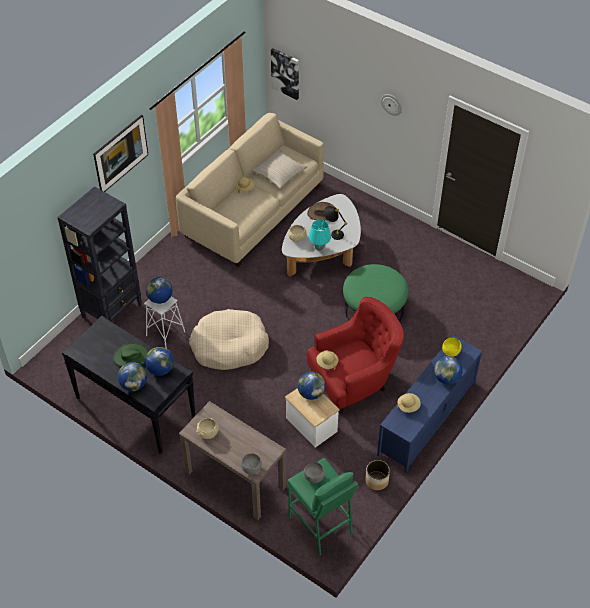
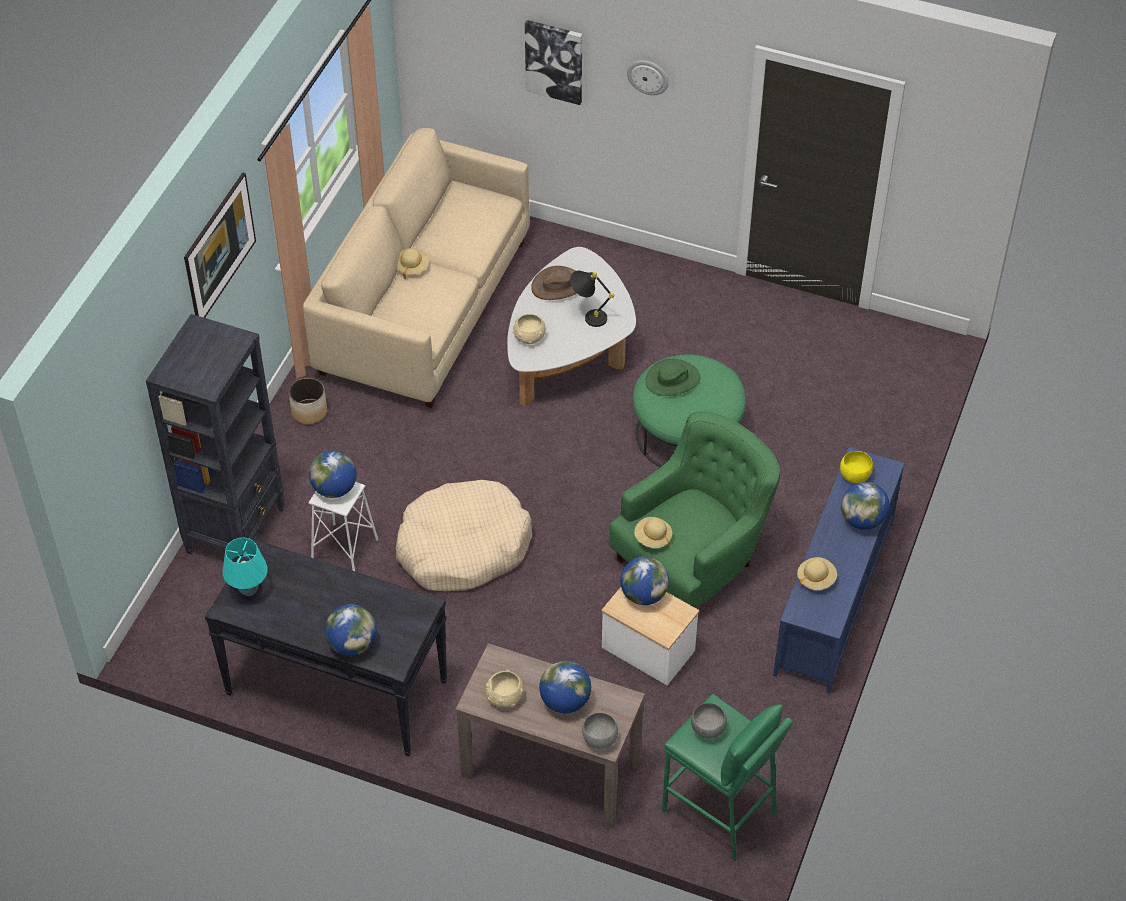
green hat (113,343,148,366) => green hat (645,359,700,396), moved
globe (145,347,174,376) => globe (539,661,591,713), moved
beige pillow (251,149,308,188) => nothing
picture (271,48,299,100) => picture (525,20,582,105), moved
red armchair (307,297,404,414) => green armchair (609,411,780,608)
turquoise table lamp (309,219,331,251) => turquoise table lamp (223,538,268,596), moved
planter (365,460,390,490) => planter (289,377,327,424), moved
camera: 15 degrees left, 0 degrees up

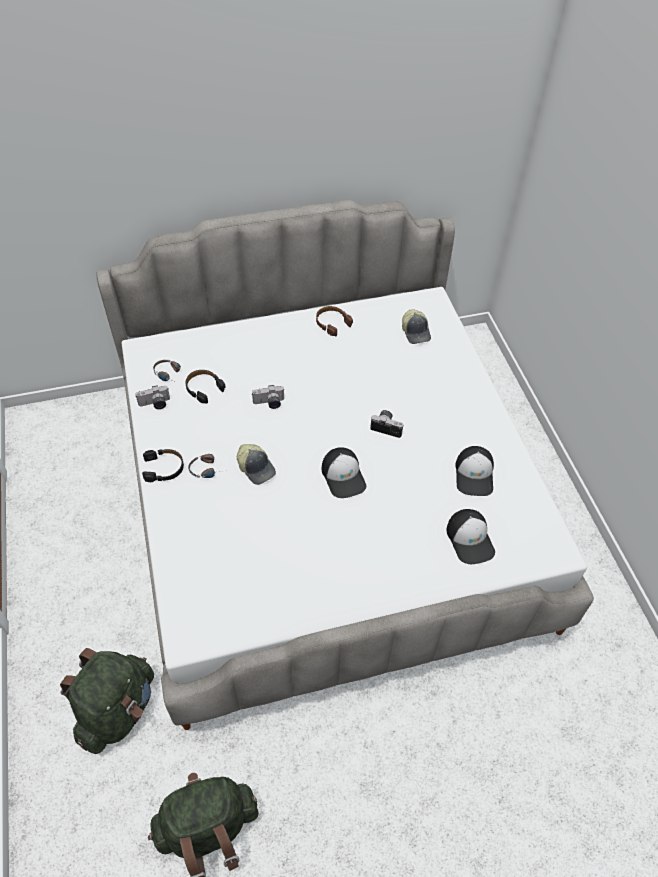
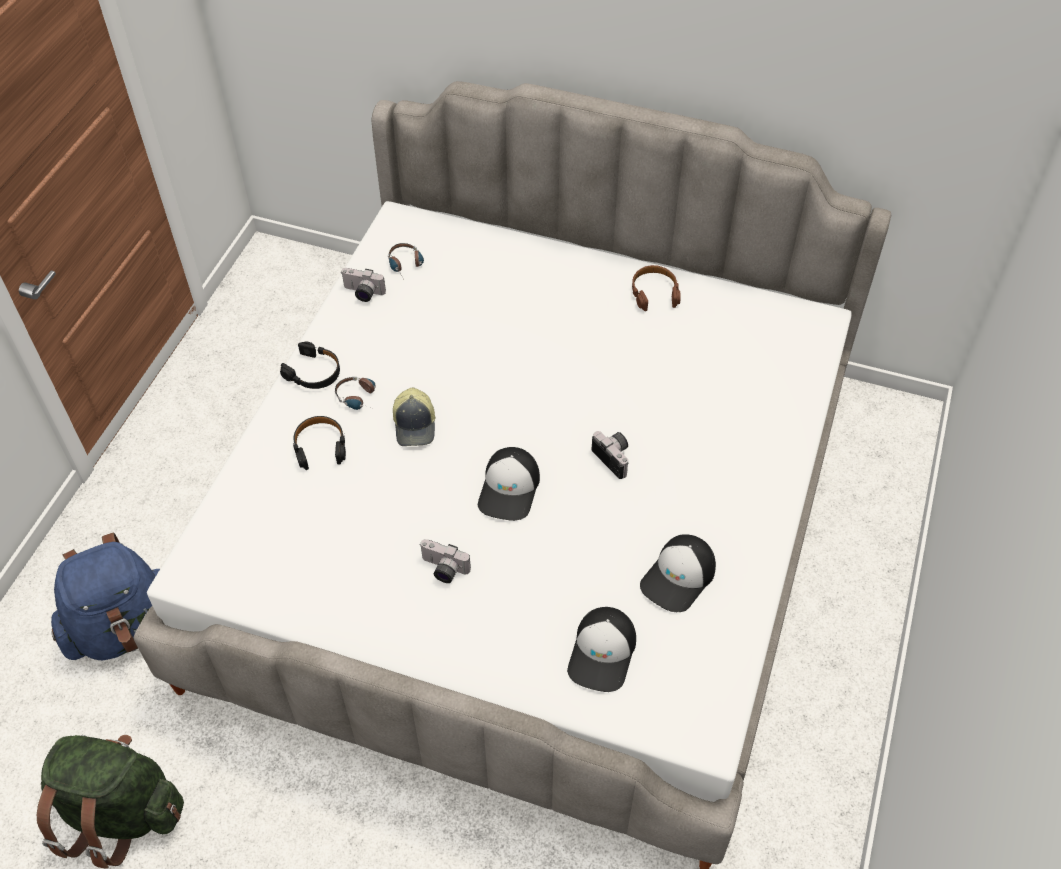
green backpack (60,648,154,754) => blue backpack (51,532,160,660)
black headphones (185,370,226,404) => black headphones (293,416,346,470), moved
photo camera (252,385,284,409) => photo camera (419,539,471,583), moved
cap (402,309,431,344) => nothing
camera: 35 degrees right, 0 degrees up

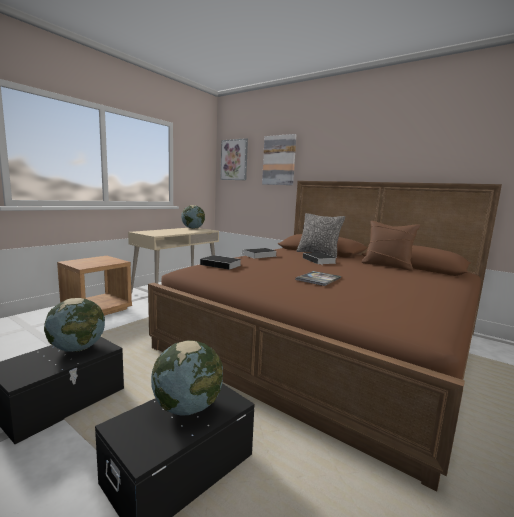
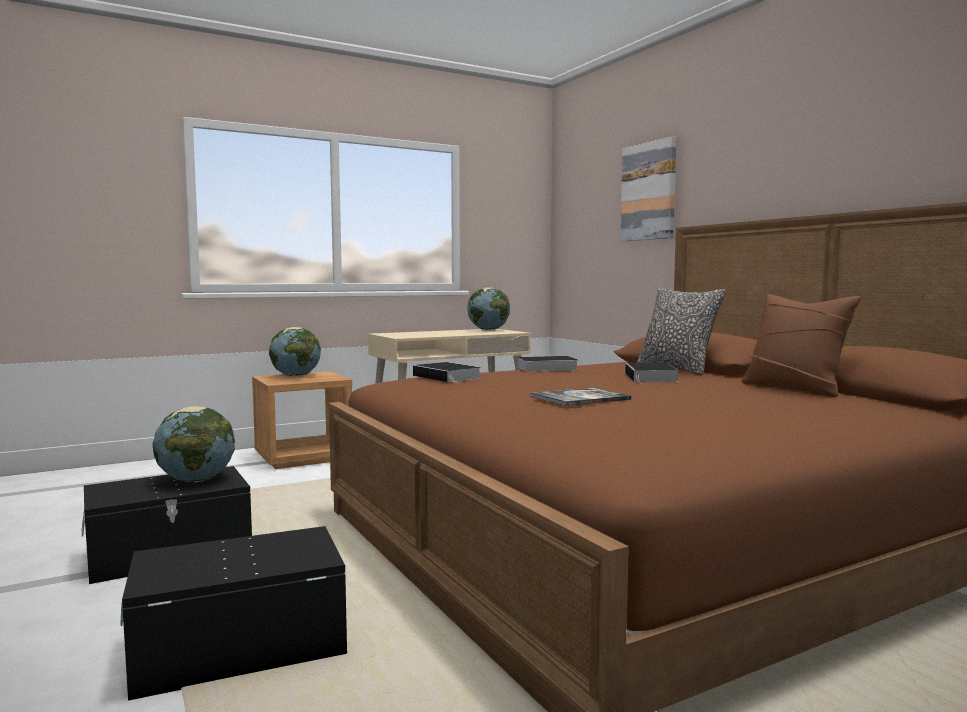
globe (151,340,223,416) => globe (269,327,321,377), moved
picture (220,138,248,180) => nothing
camera: 25 degrees right, 5 degrees down

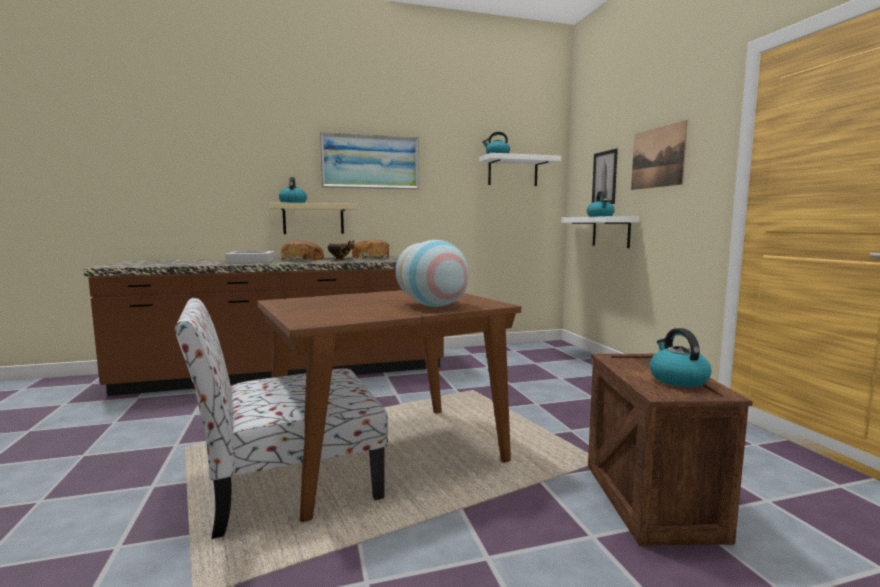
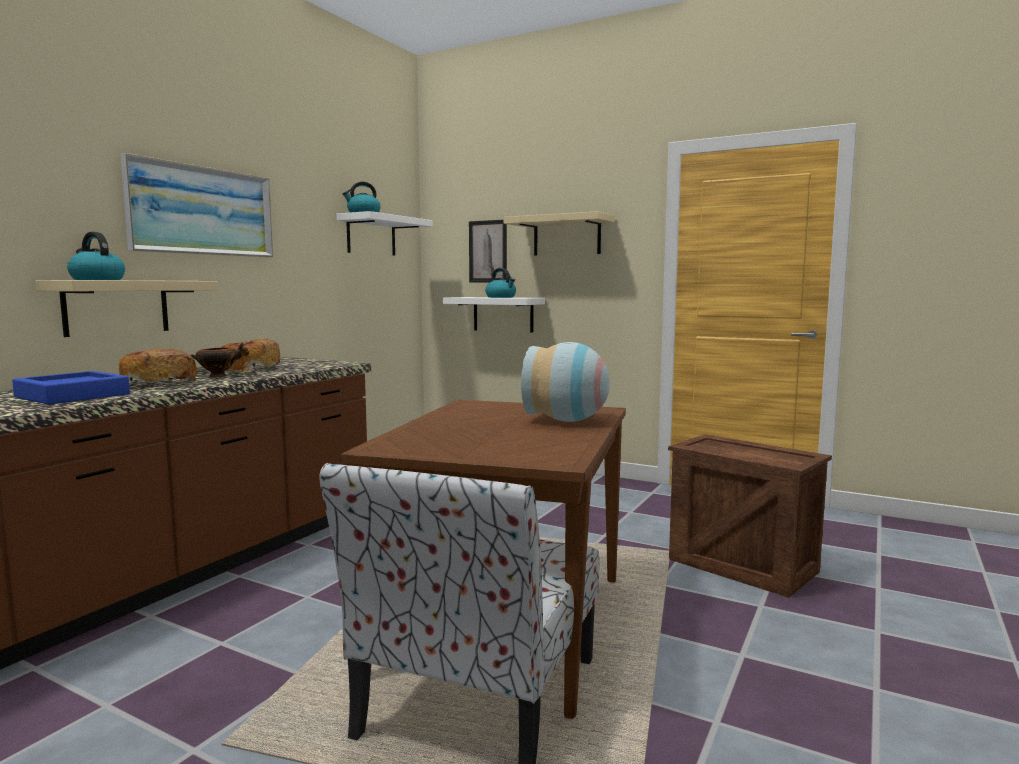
grey tray (226,251,275,264) => blue tray (12,371,130,405)
picture (631,120,688,190) => beige shelf (504,211,614,256)
kettle (650,328,711,387) => nothing
camera: 45 degrees left, 0 degrees up

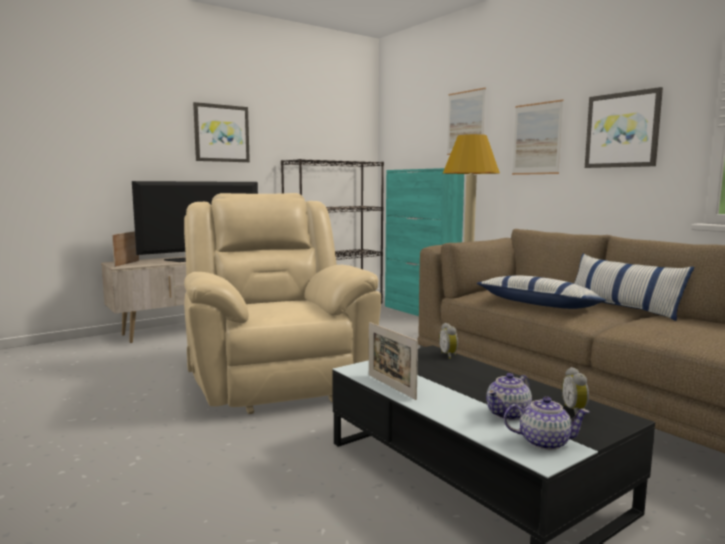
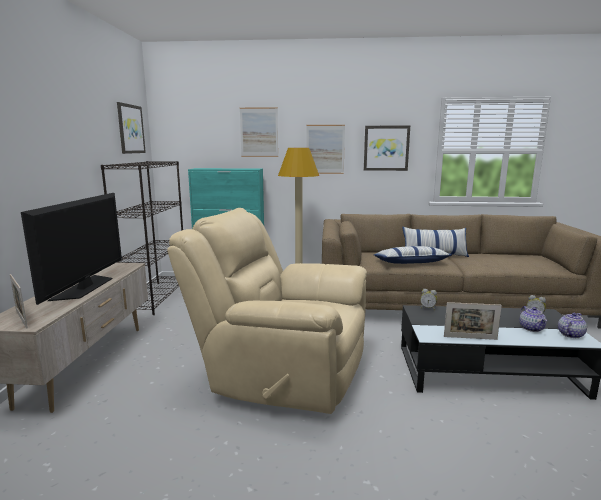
picture (193,102,250,162) => picture (117,102,146,154), moved
camera: 50 degrees left, 5 degrees up

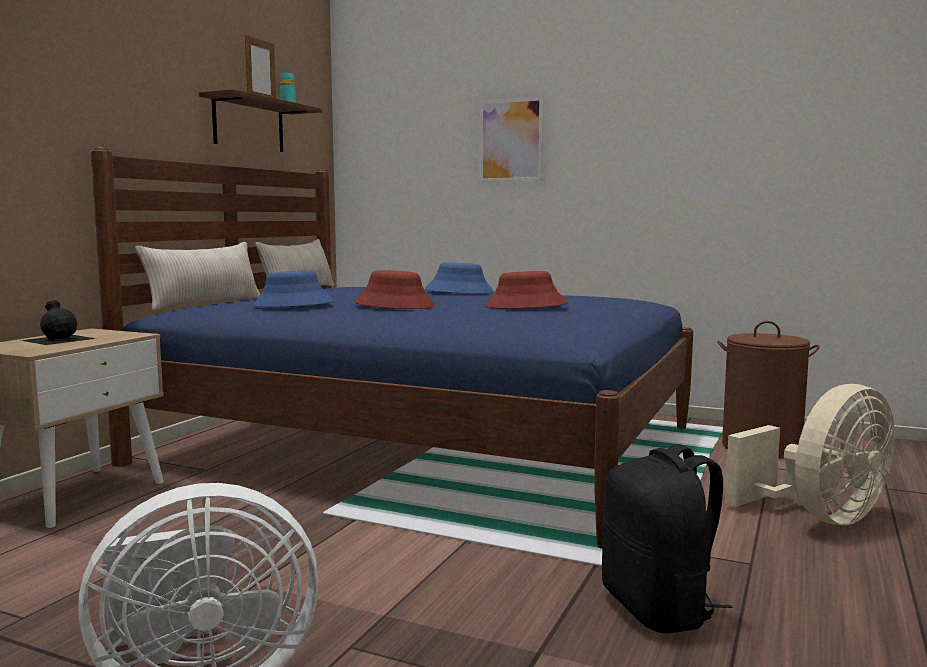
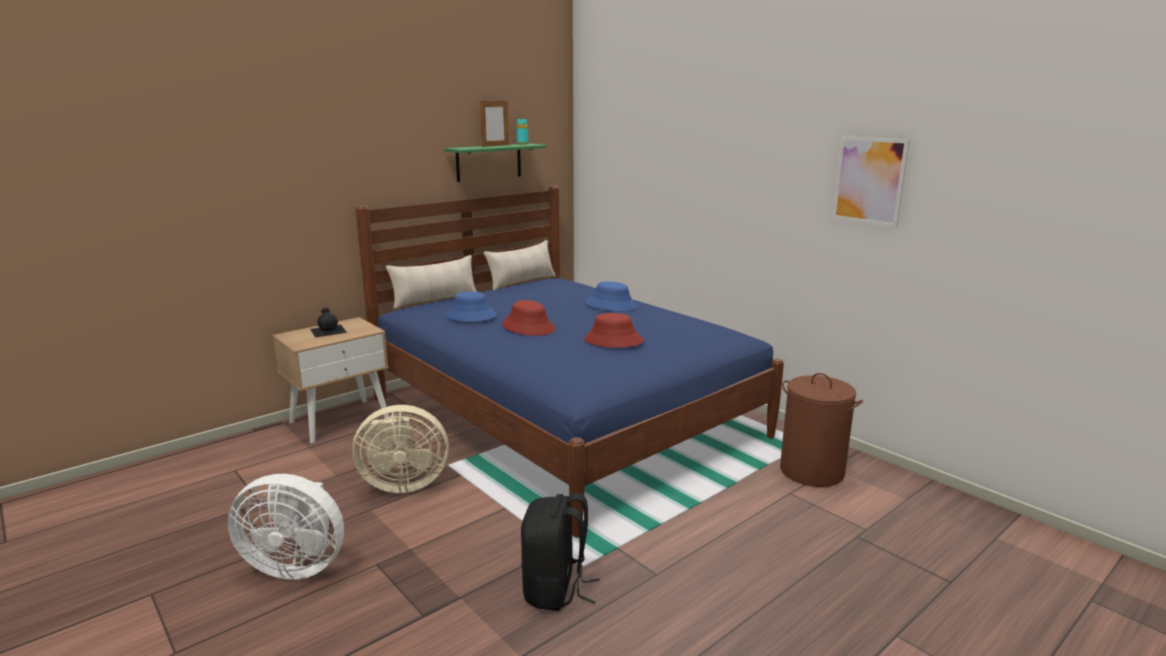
brown shelf (199,89,322,152) => green shelf (444,143,547,182)
picture (479,97,544,182) => picture (832,136,910,227), moved
beige fan (725,384,895,525) => beige fan (352,405,449,493), moved
camera: 25 degrees right, 10 degrees up

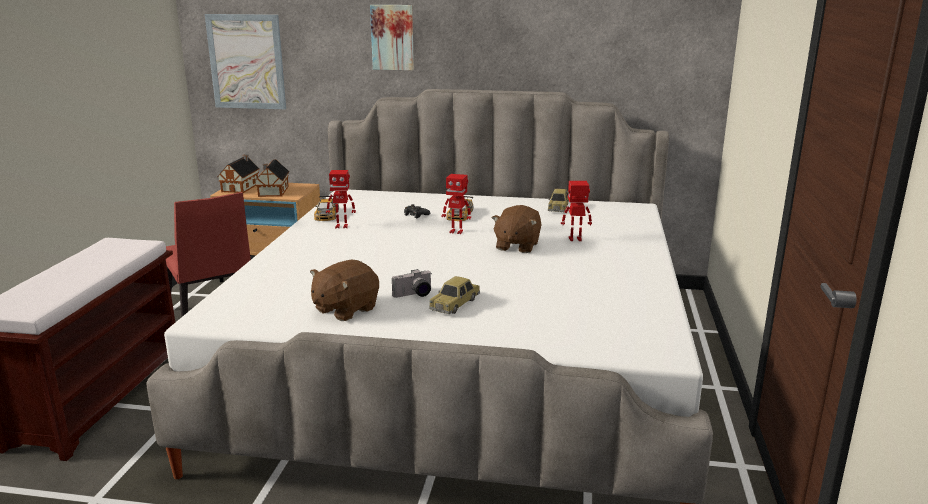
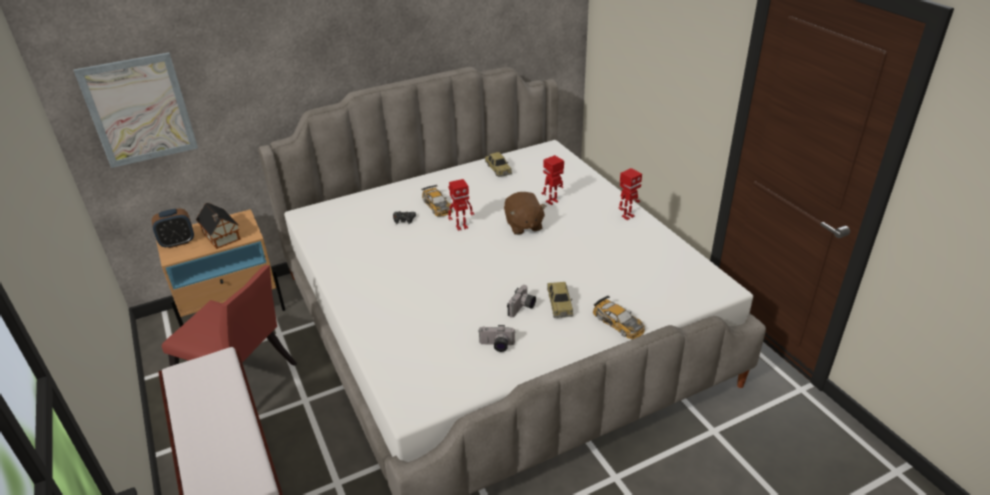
toy house (217,154,259,193) => alarm clock (152,208,194,248)
brown plush toy (310,260,379,321) => photo camera (478,325,515,352)
toy car (314,196,339,221) => toy car (593,295,645,339), moved
toy robot (326,170,356,228) => toy robot (619,168,642,220), moved
picture (370,5,414,70) => nothing
camera: 35 degrees left, 15 degrees up

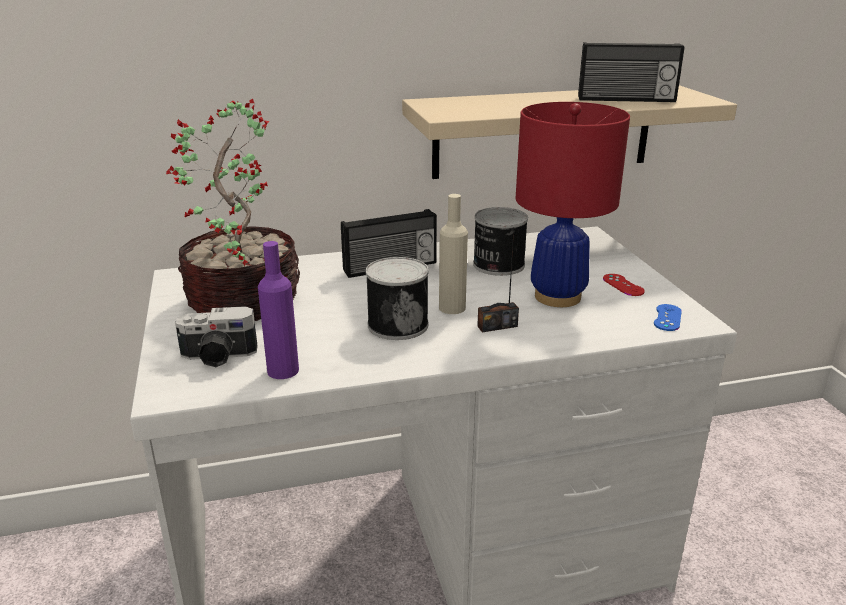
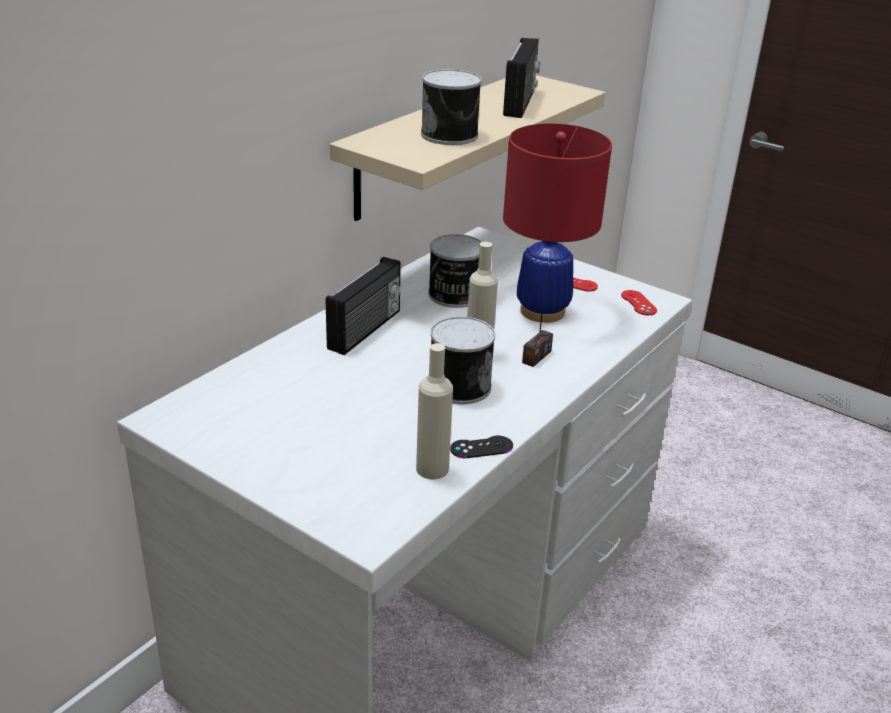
potted plant (166,99,300,321) => nothing
photo camera (175,306,258,367) => nothing
purple bottle (258,241,299,379) => beige bottle (416,343,453,479)
radio (578,42,685,102) => radio (503,38,540,118), 45 degrees counterclockwise
blue game controller (654,304,682,331) => red game controller (621,290,657,315)
nothing => can (421,69,482,145)
nothing => black game controller (450,436,513,458)
camera: 40 degrees left, 5 degrees up

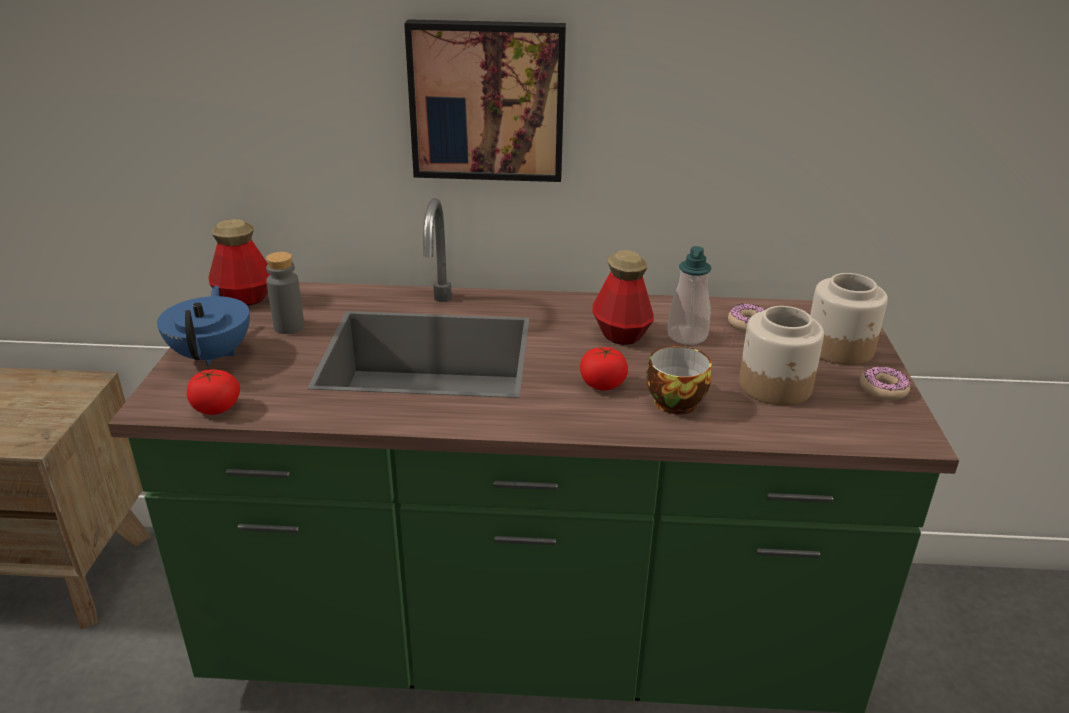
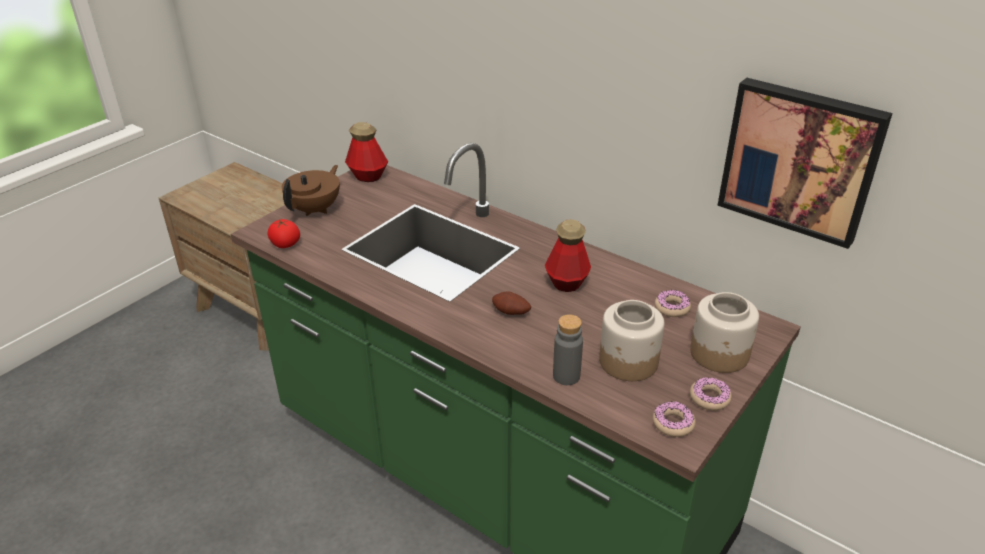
blue teapot (157,286,250,367) => brown teapot (282,165,340,216)
grey bottle (266,252,304,334) => grey bottle (553,314,583,385), moved
picture (404,19,566,182) => picture (717,78,893,249), moved
tomato (580,347,628,391) => potato (492,291,531,315)
cup (647,346,712,415) => nothing
soap dispenser (667,246,711,345) => nothing
nothing => donut (653,401,696,437)
camera: 35 degrees right, 5 degrees up

